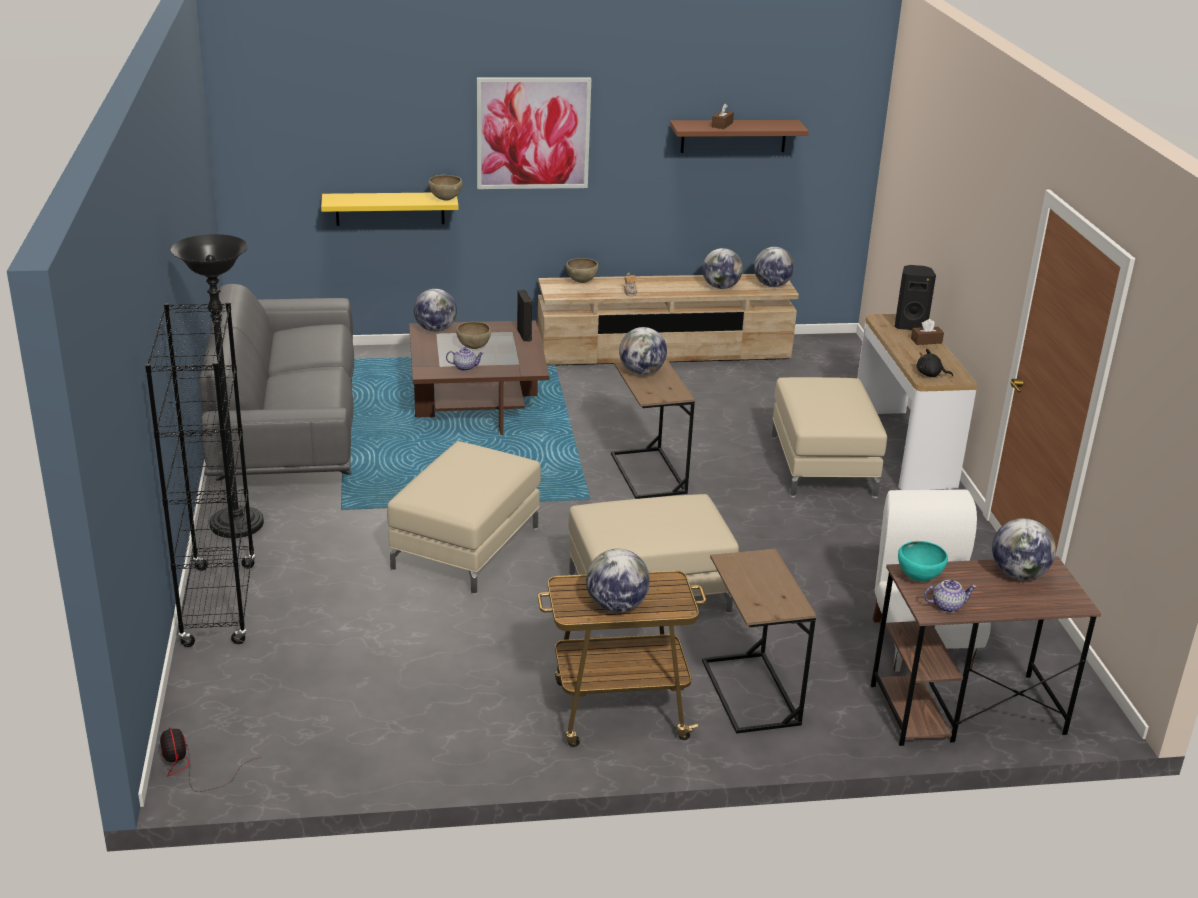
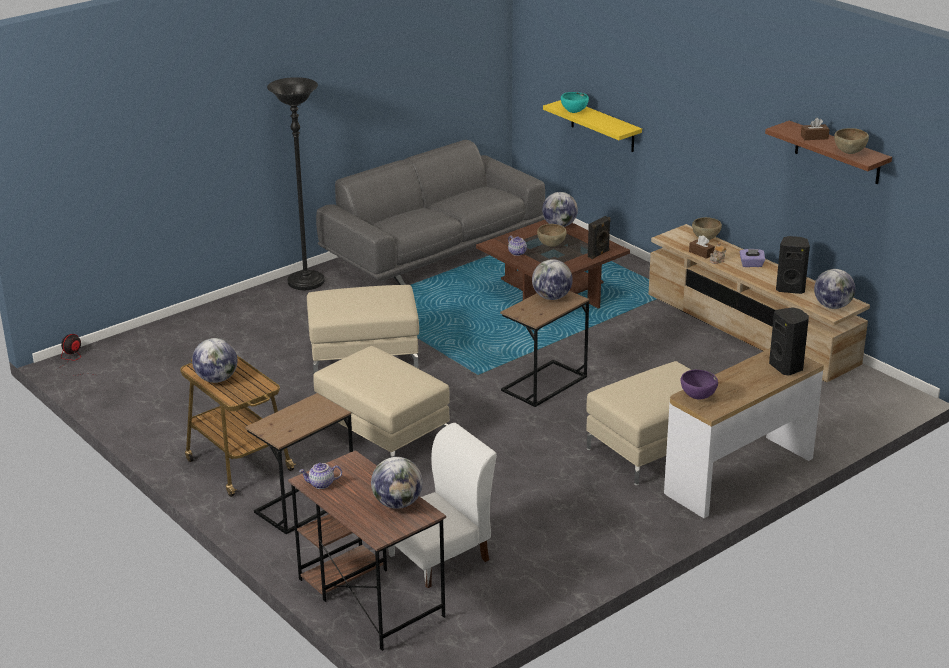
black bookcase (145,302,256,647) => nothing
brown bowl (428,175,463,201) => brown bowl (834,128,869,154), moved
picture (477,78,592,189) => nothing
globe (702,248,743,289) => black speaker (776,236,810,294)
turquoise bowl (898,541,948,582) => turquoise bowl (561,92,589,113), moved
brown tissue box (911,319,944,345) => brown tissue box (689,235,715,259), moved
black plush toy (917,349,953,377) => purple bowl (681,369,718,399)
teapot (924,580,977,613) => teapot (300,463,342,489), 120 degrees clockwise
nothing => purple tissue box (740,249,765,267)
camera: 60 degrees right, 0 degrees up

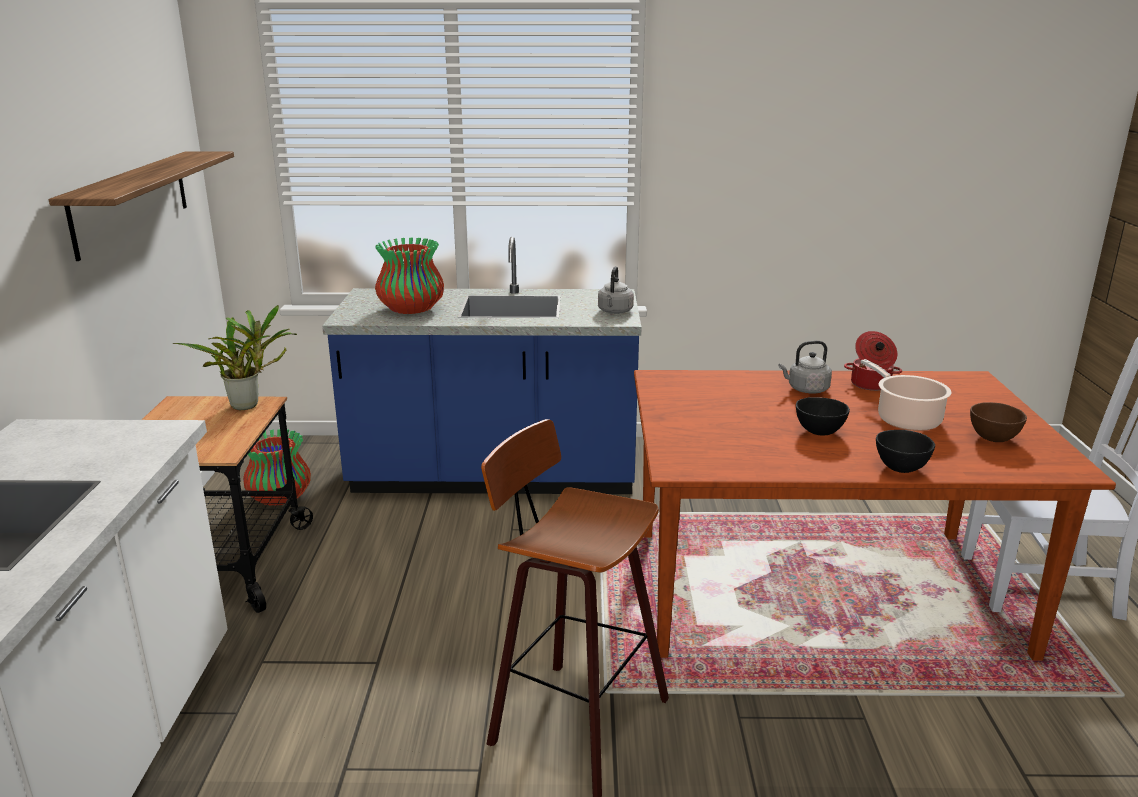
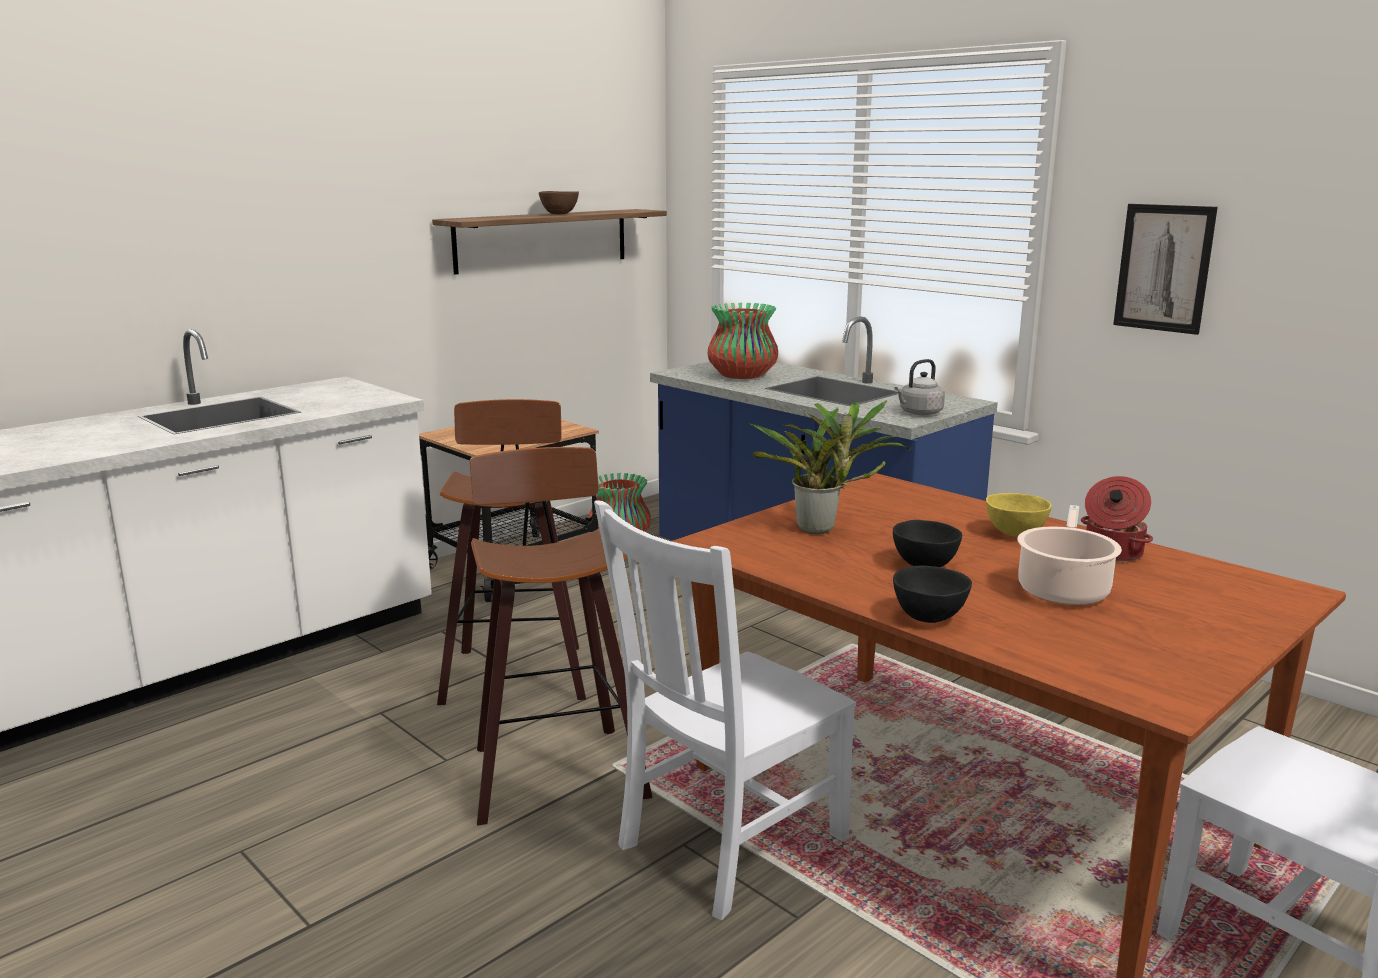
potted plant (173,305,297,410) => potted plant (746,400,911,534), moved
grey kettle (779,341,832,393) => yellow bowl (986,493,1052,537)
brown bowl (970,402,1027,442) => brown bowl (539,191,579,215), moved
nothing => stool (437,399,586,705)
nothing => white chair (594,500,856,920)
nothing => picture (1113,204,1218,335)
camera: 45 degrees right, 5 degrees down

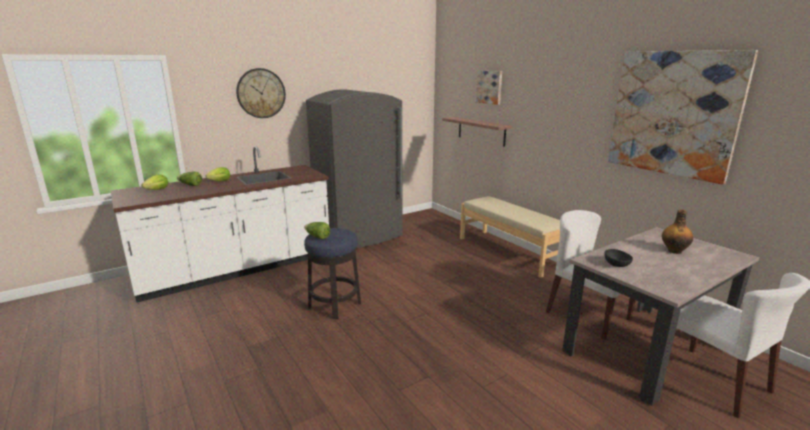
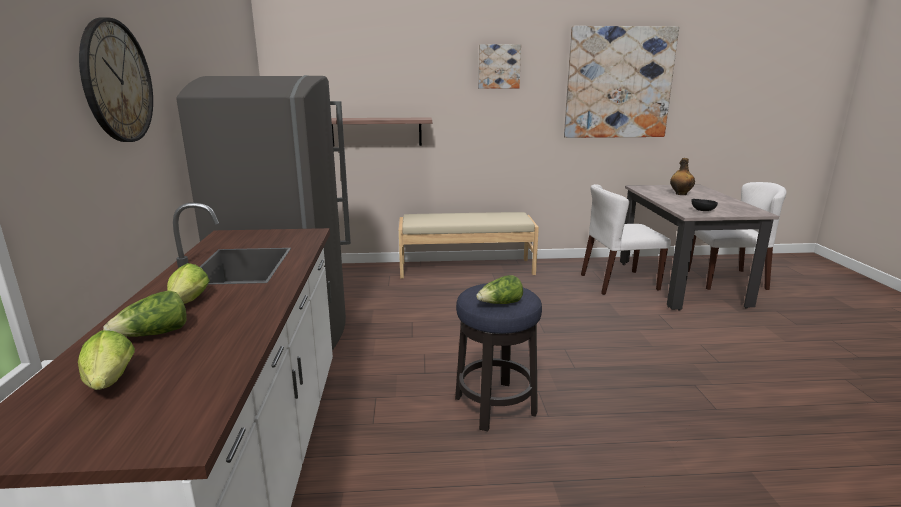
picture (476,71,502,105) => picture (478,44,521,89), moved
camera: 60 degrees left, 0 degrees up

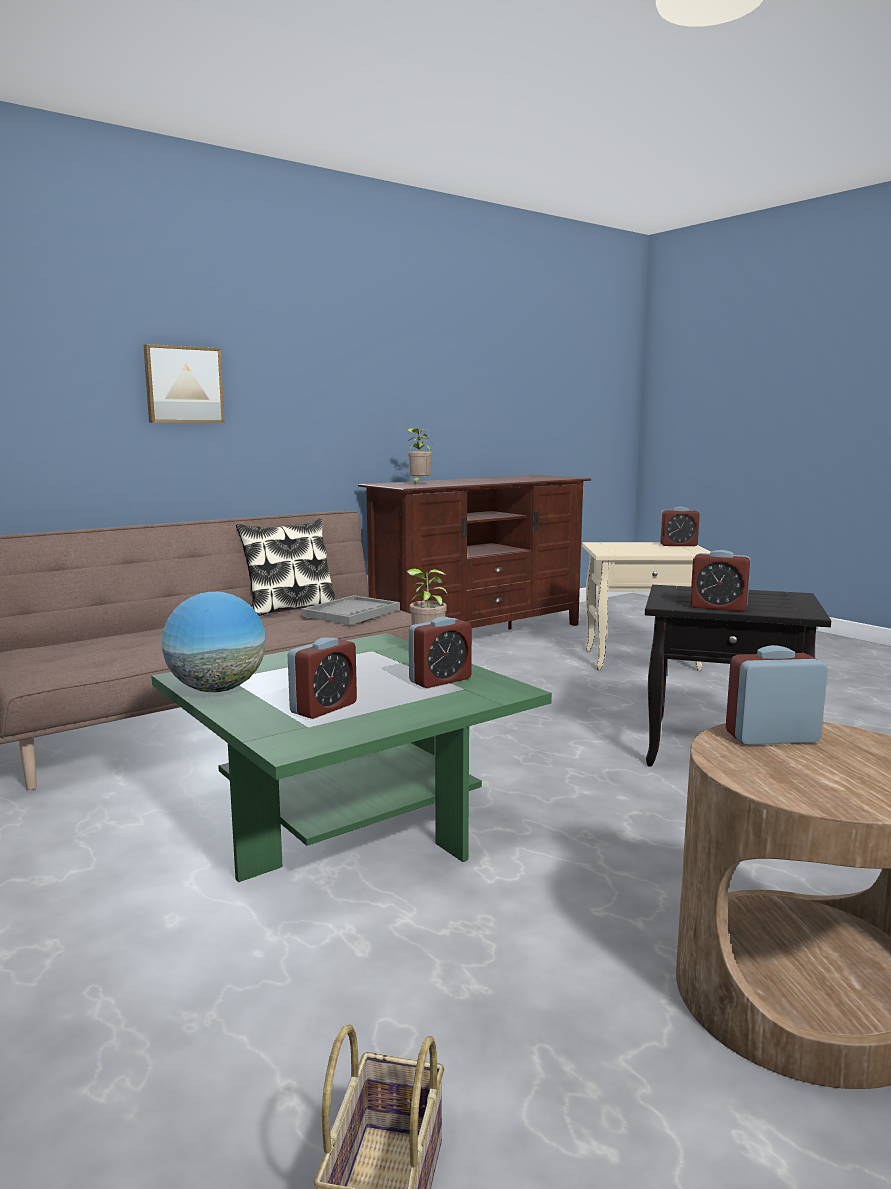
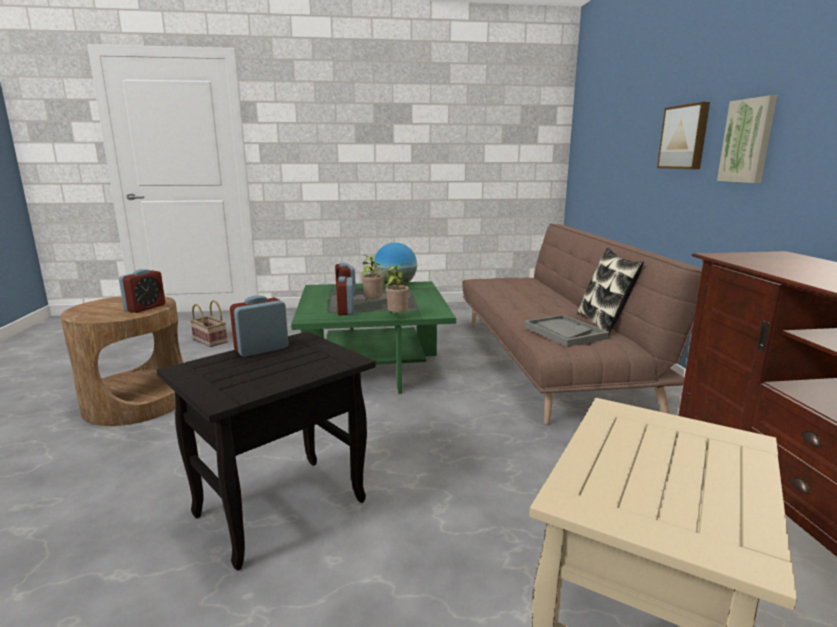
potted plant (407,428,433,485) => potted plant (361,255,383,300), moved
alarm clock (660,506,700,546) => nothing
nothing => picture (717,95,777,183)
camera: 120 degrees right, 5 degrees up

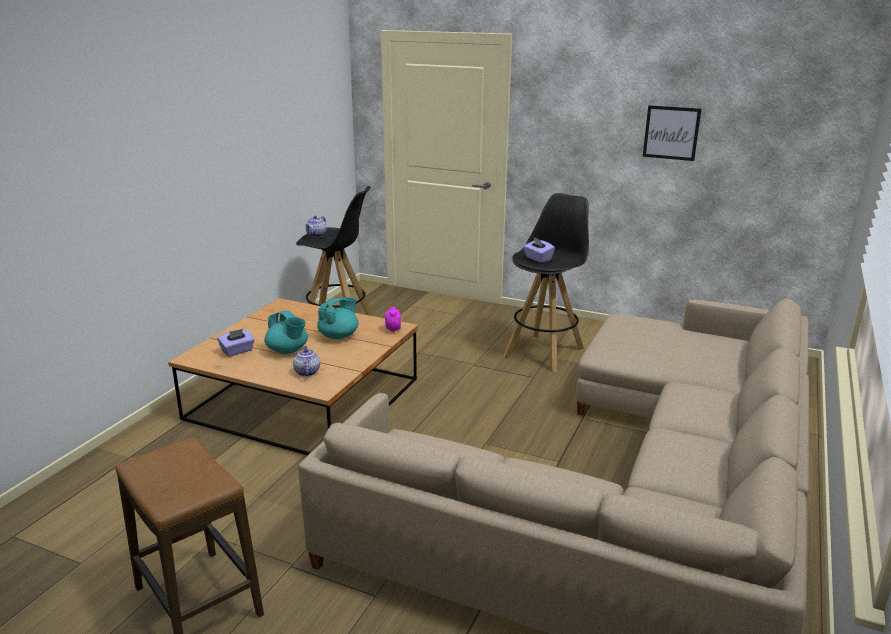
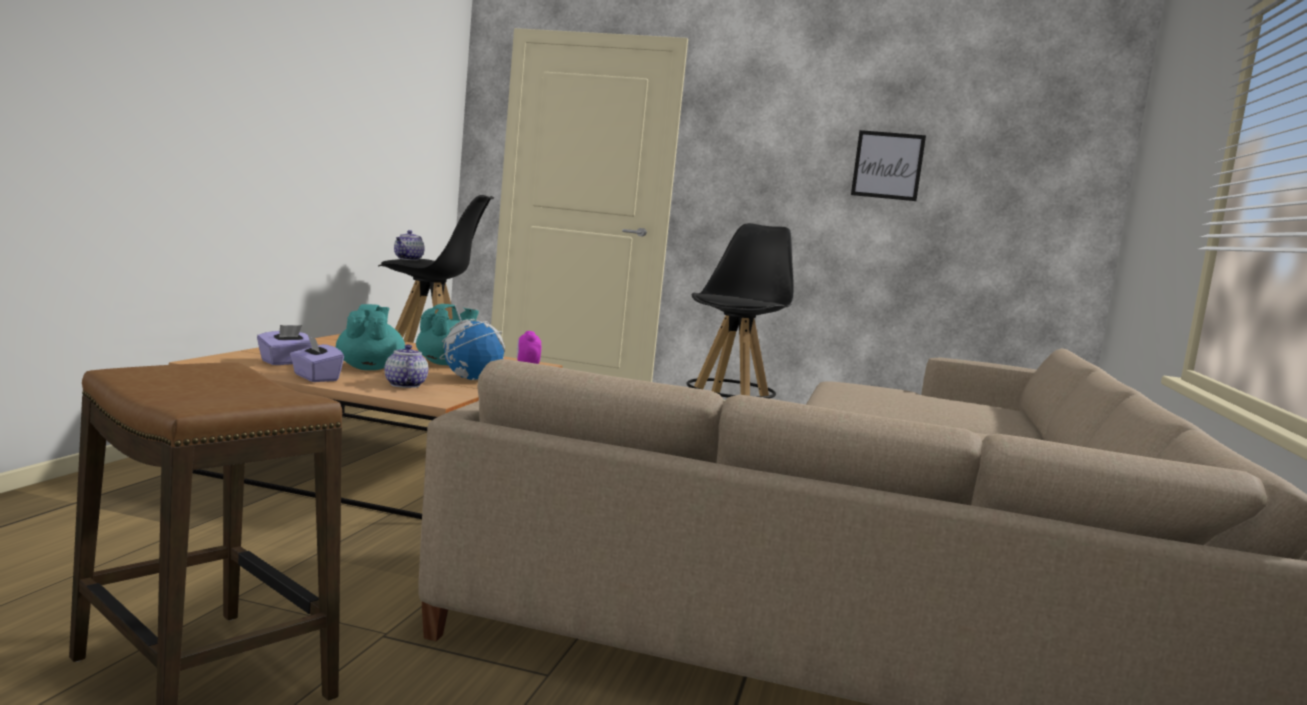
turquoise teapot (264,310,308,354) => turquoise teapot (336,304,405,370), 135 degrees counterclockwise
purple tissue box (524,237,555,263) => purple tissue box (290,336,344,382), moved
nothing => globe (440,301,505,380)
camera: 10 degrees left, 15 degrees down

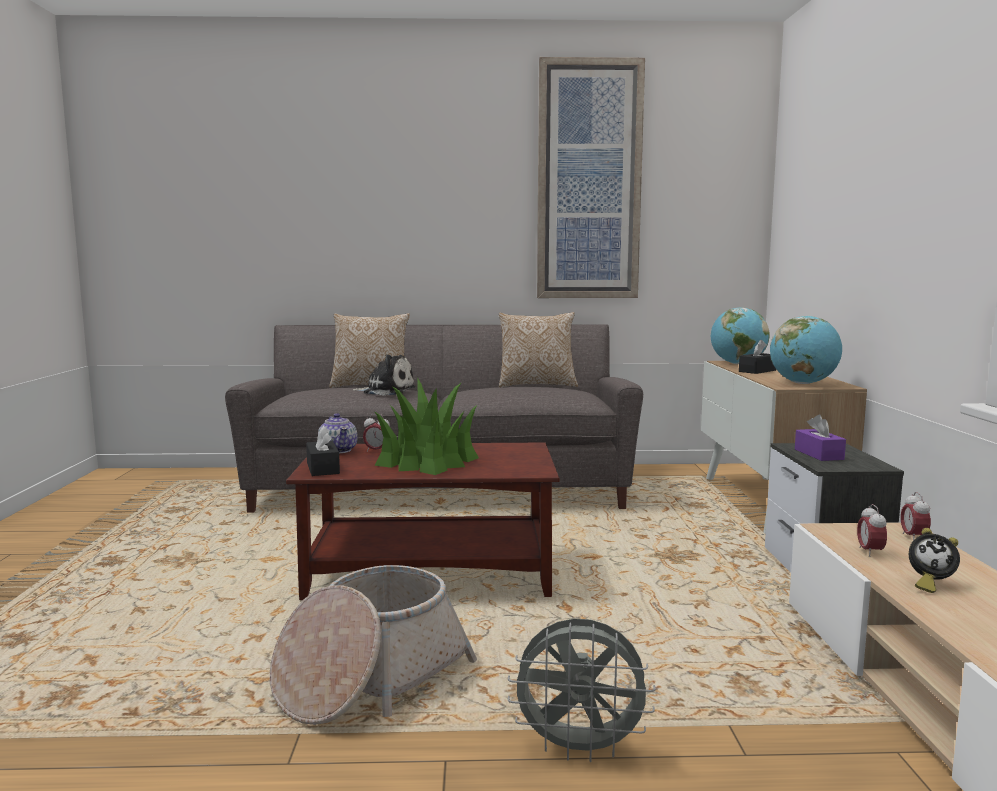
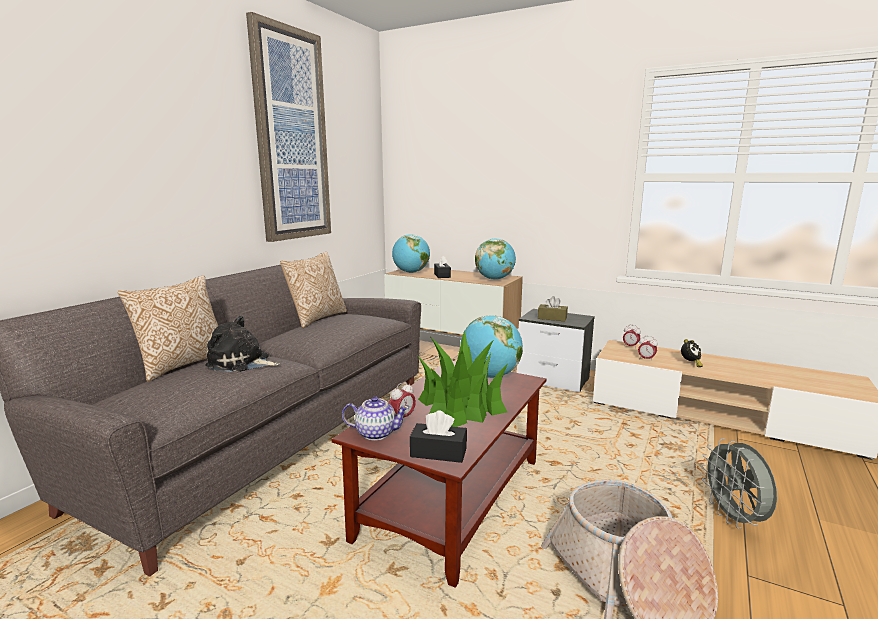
plush toy (353,354,415,396) => plush toy (205,316,280,372), 120 degrees counterclockwise
grey fan (508,619,656,762) => grey fan (701,438,777,529), 135 degrees clockwise
purple tissue box (795,414,846,461) => brown tissue box (538,296,568,321)
nothing => globe (460,315,523,378)
camera: 60 degrees left, 5 degrees up

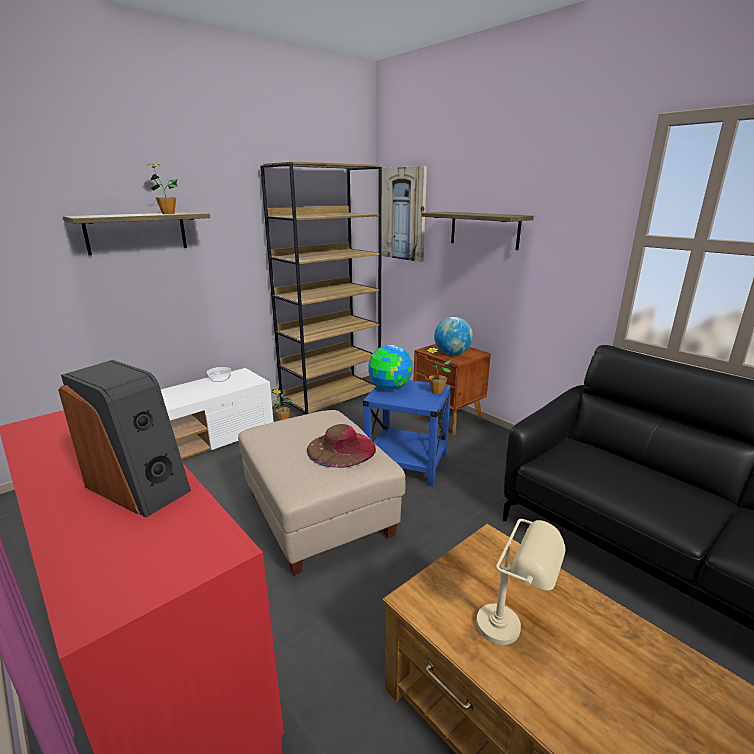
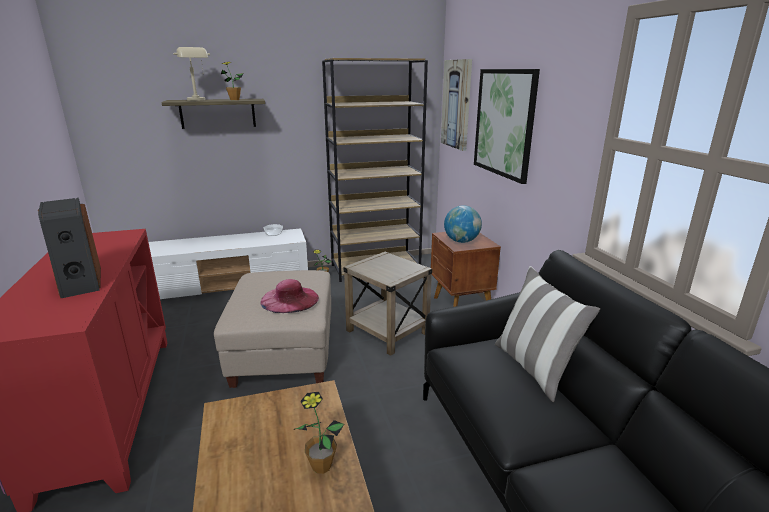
brown hat (307,424,376,468) => pink hat (261,279,319,313)
blue side table (363,380,452,486) => beige side table (344,252,432,356)
globe (368,345,413,390) => nothing
shelf (421,212,534,250) => picture (474,69,540,184)
potted plant (427,347,451,394) => potted plant (294,392,344,474), moved
beige table lamp (476,519,566,645) => beige table lamp (173,47,210,101), moved
nothing => pillow (495,266,600,402)
camera: 25 degrees right, 0 degrees up

